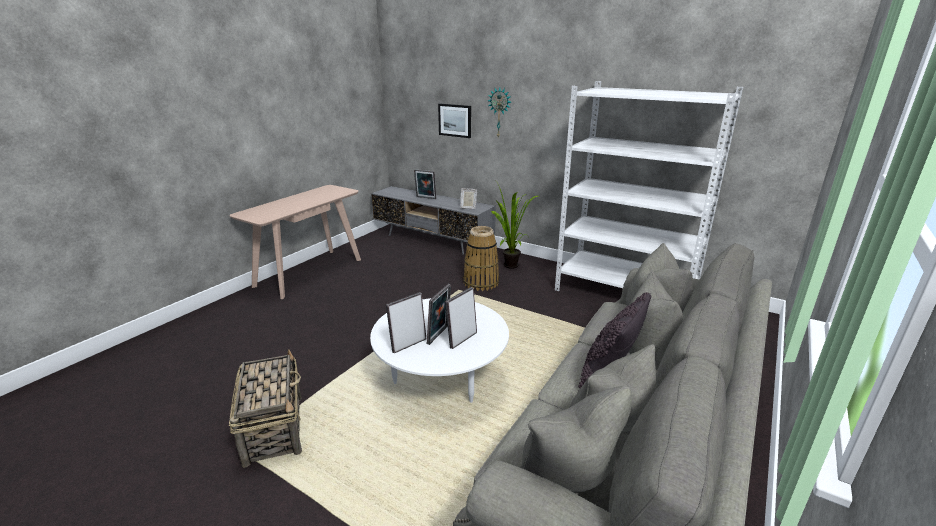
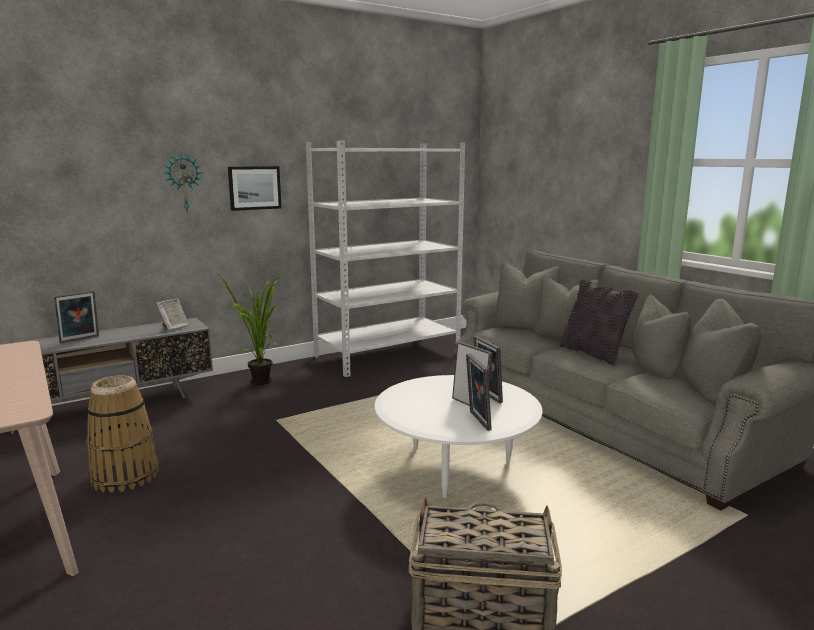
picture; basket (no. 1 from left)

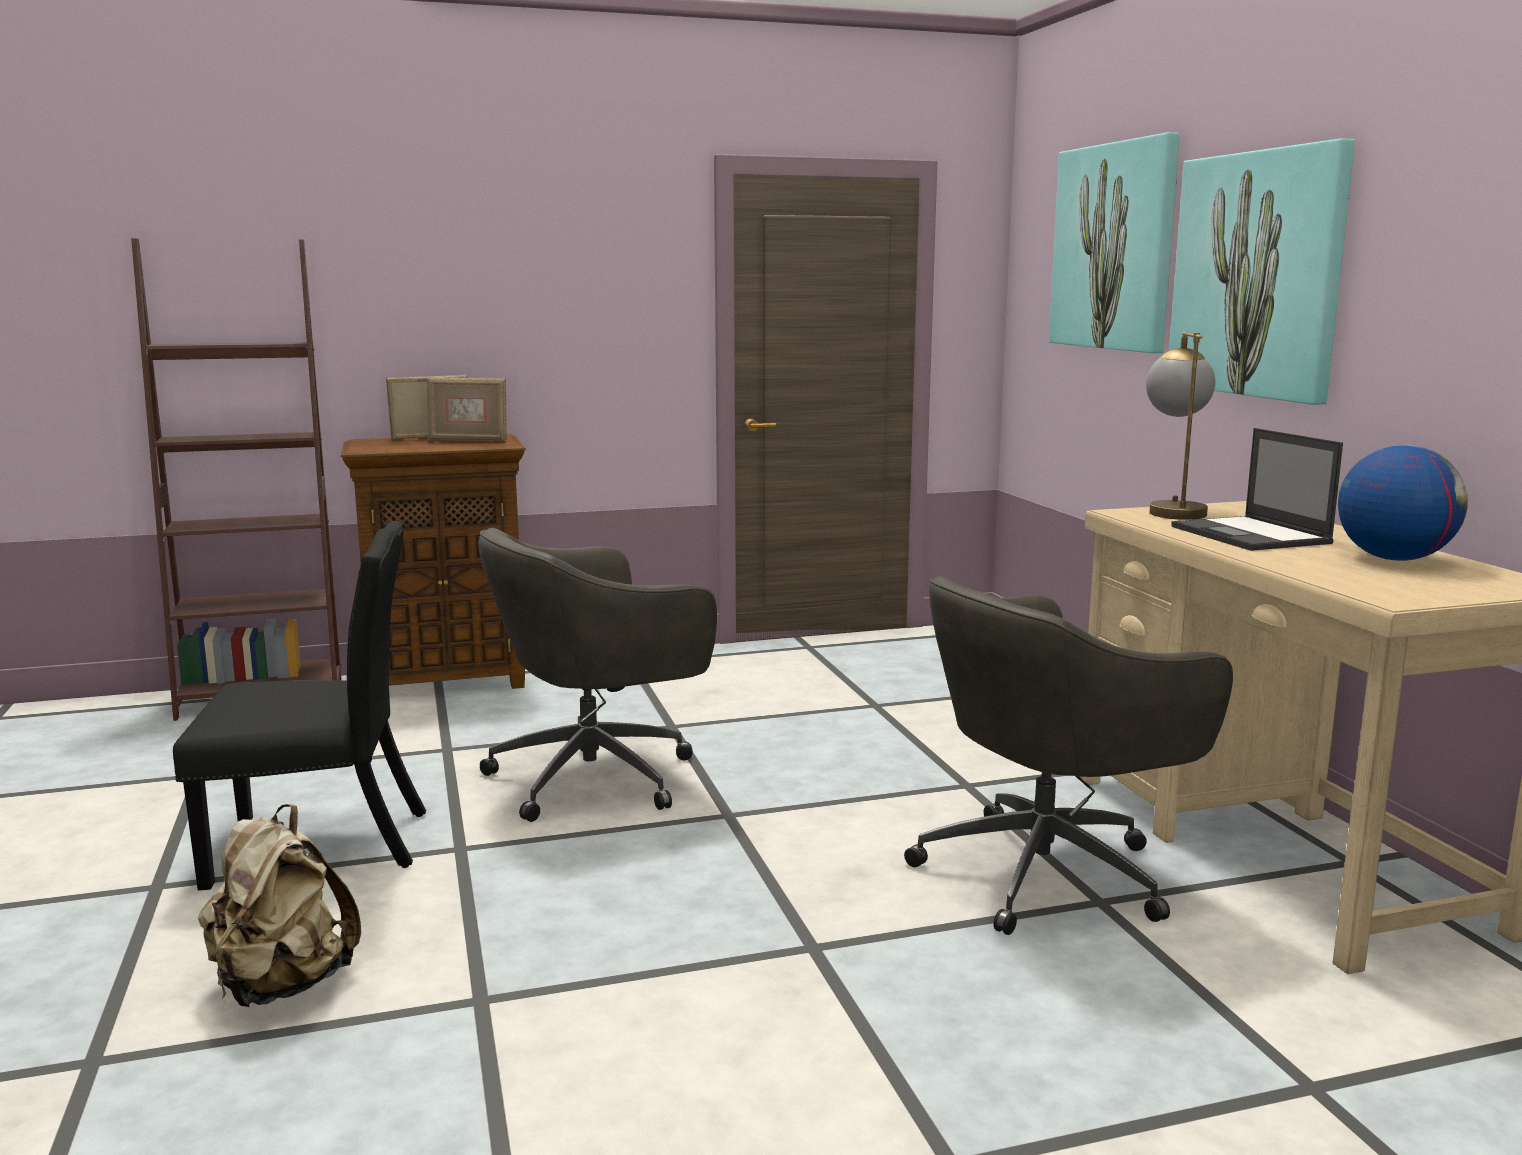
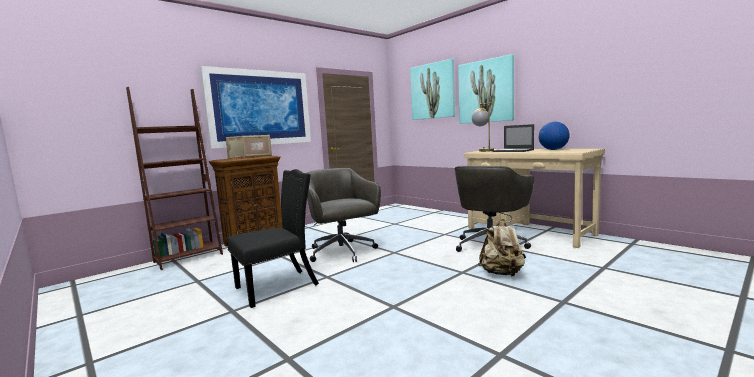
picture (no. 1 from left); beige backpack; grey office chair (no. 1 from left)

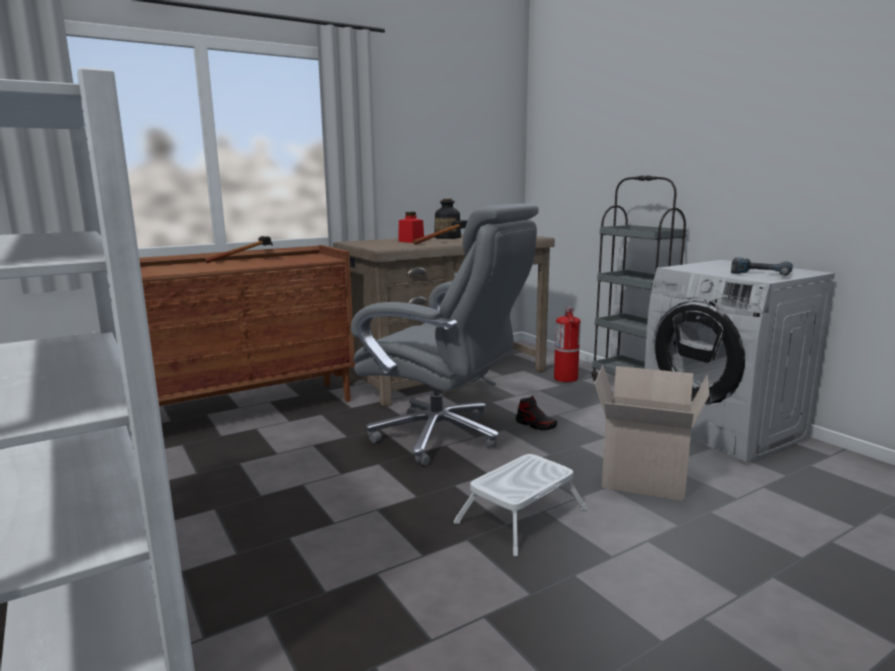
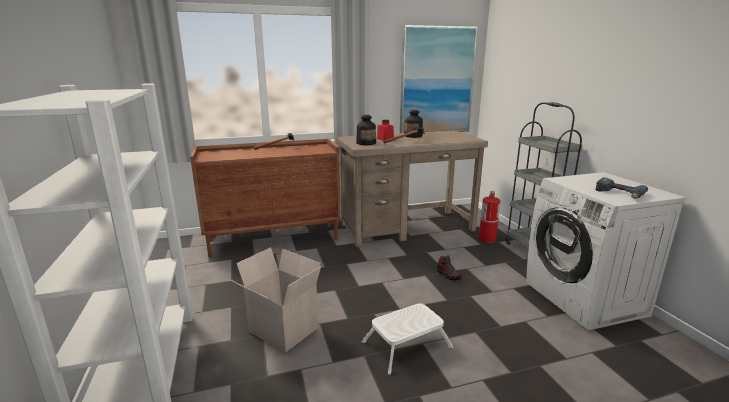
grey office chair; bottle (no. 1 from left); picture; cardboard box

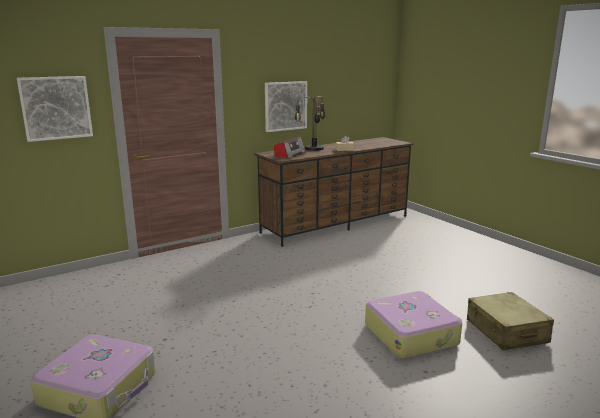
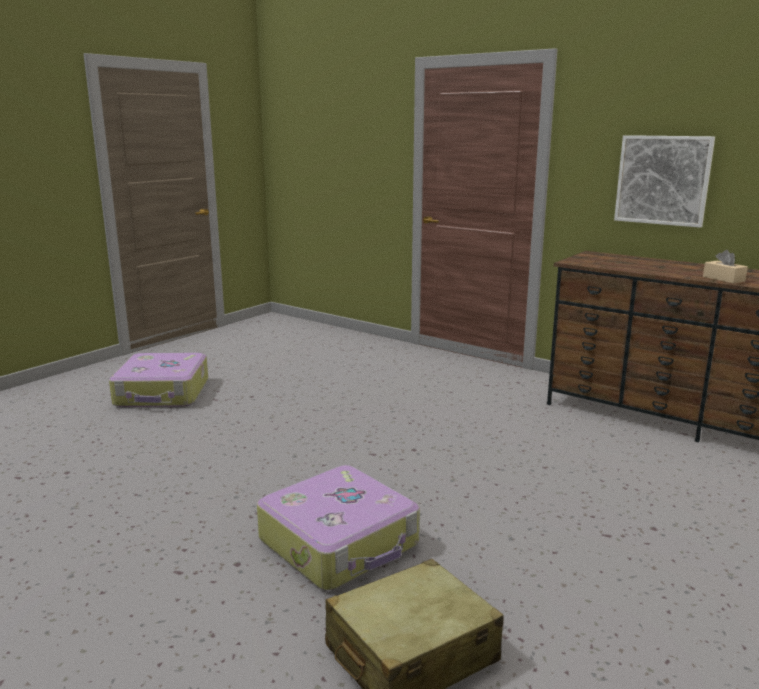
picture (no. 1 from left in the first image); radio; table lamp

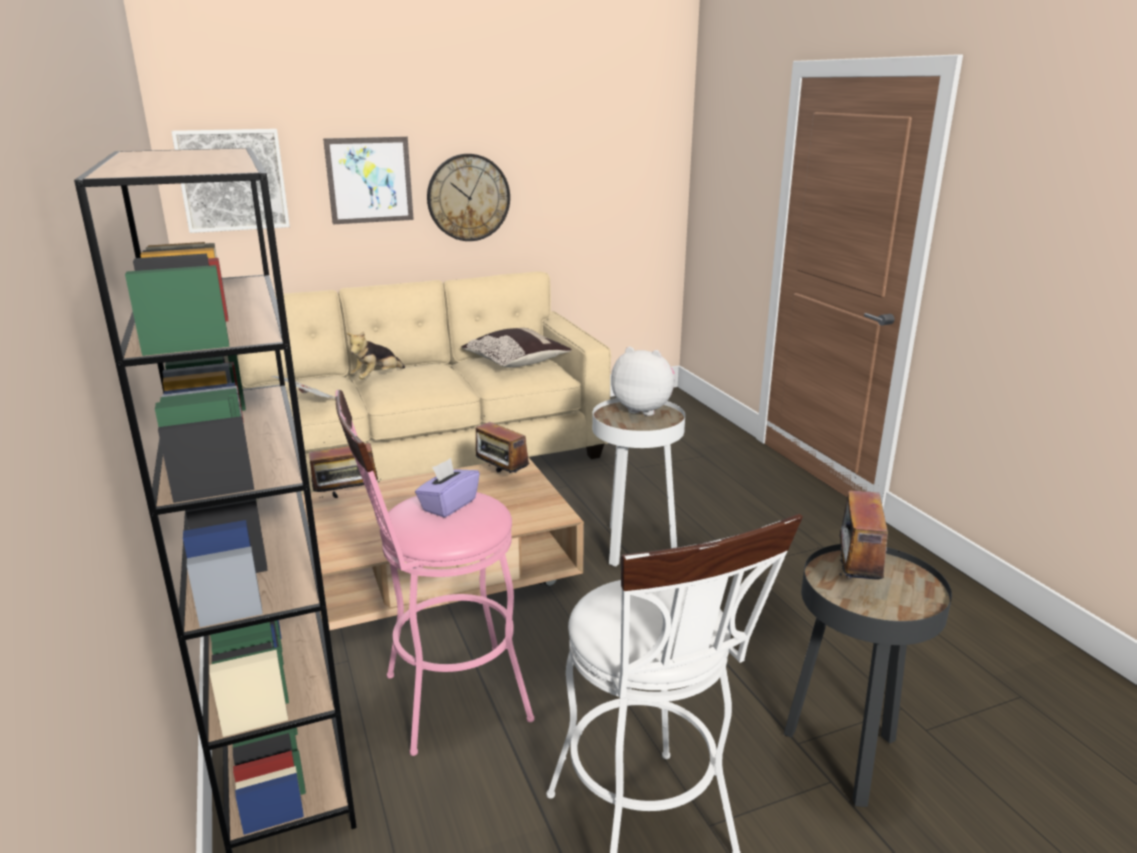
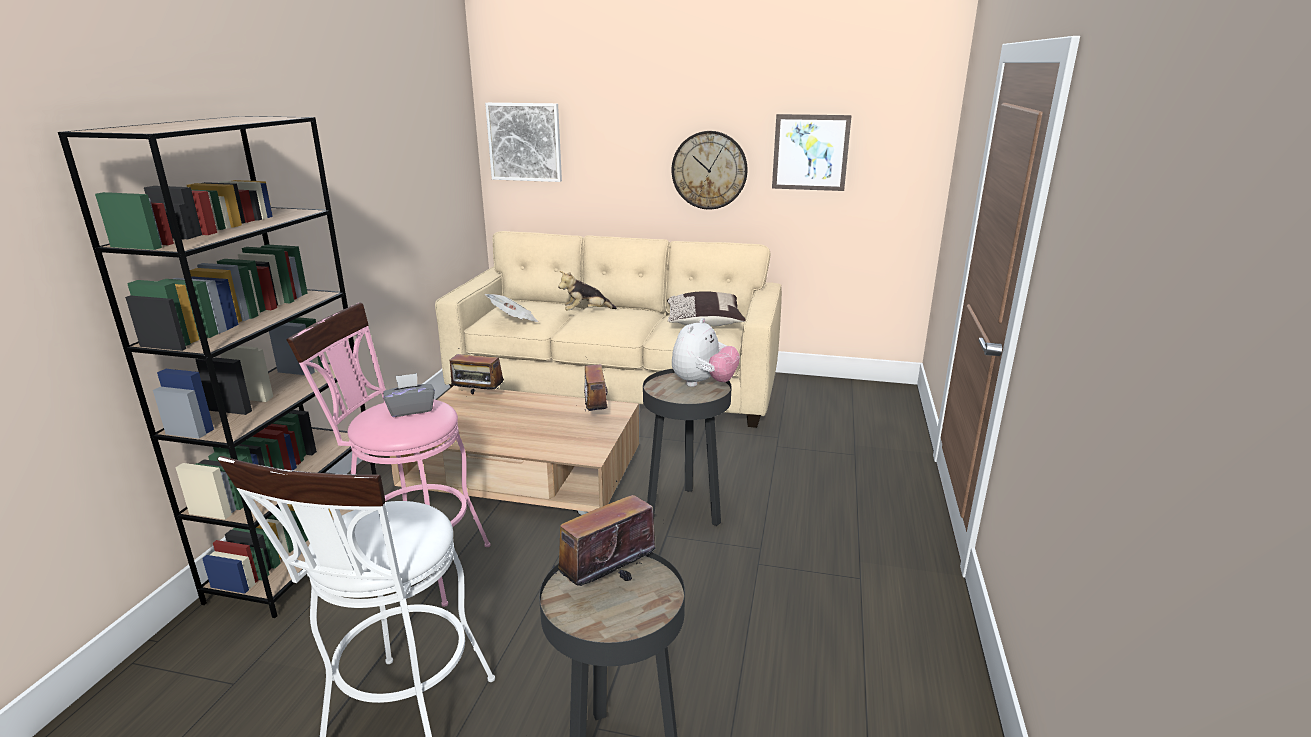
picture (no. 2 from left); grey tissue box; black side table (no. 2 from left); plush toy (no. 2 from left)

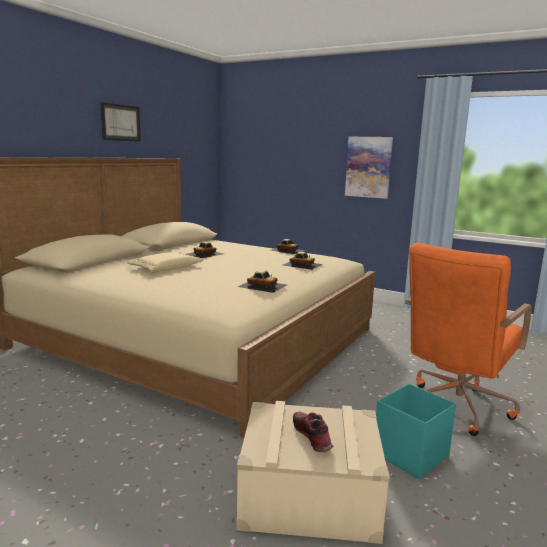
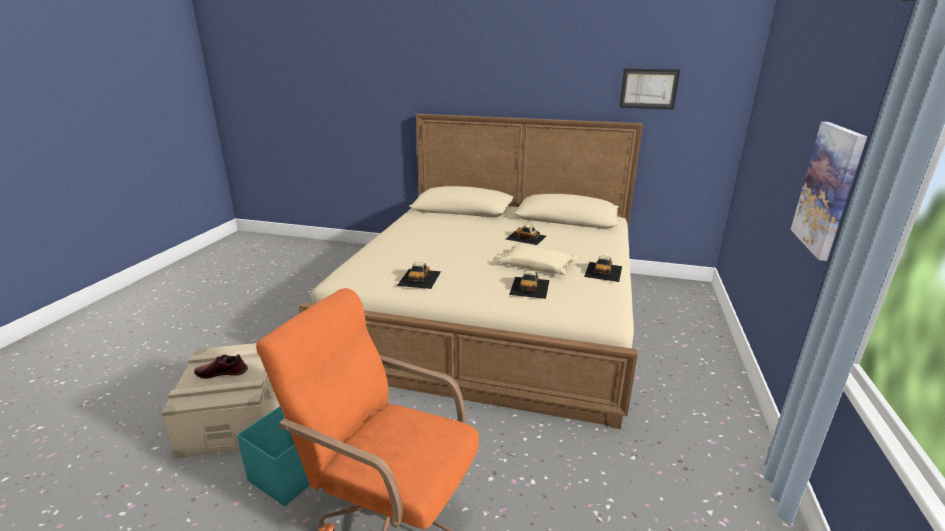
picture (no. 1 from left); beige pillow; shoe

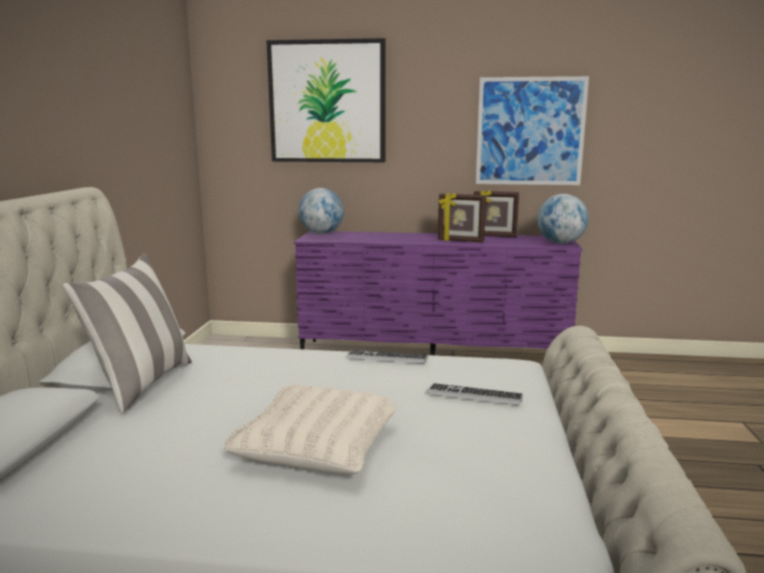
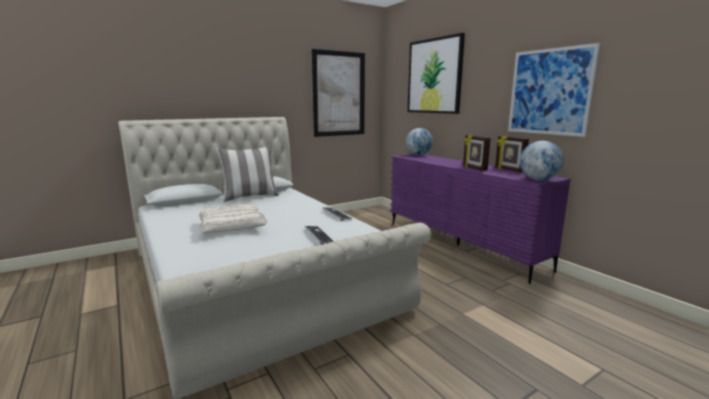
picture (no. 1 from left)

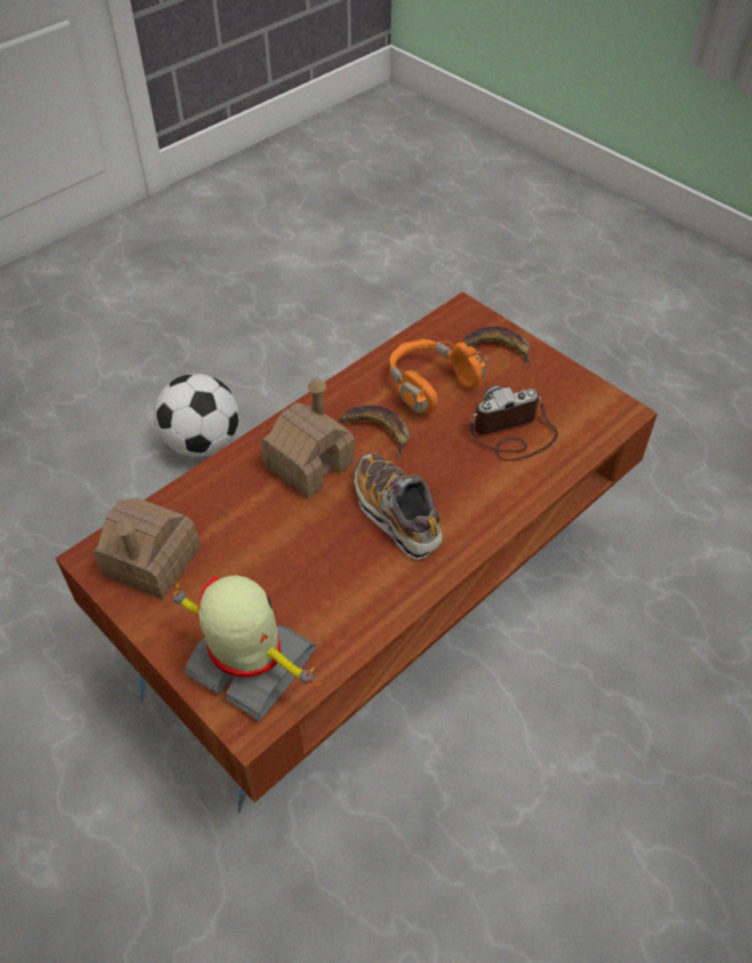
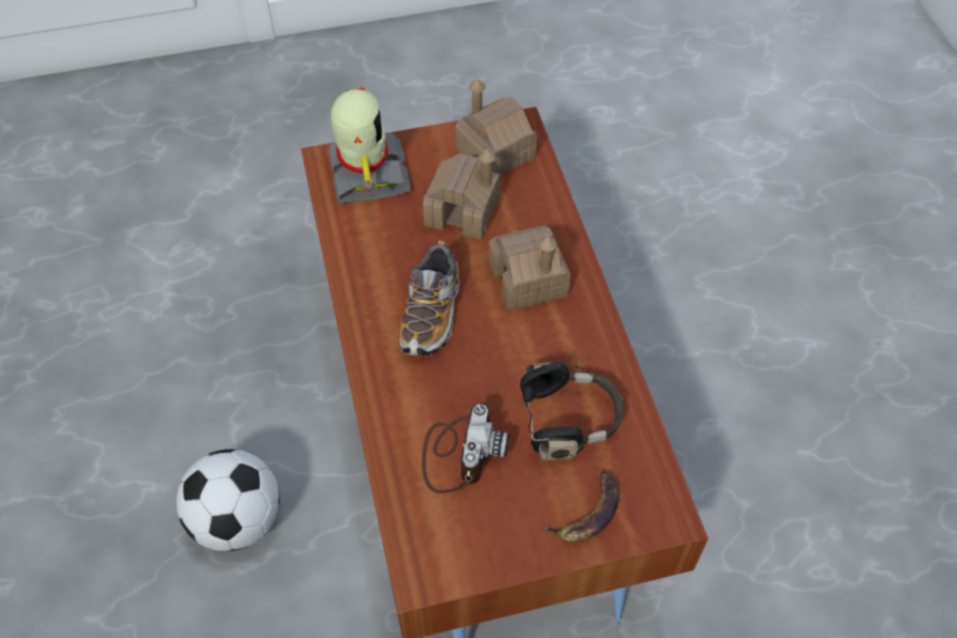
banana (no. 1 from left in the first image); toy house (no. 1 from left); football; black headphones; toy robot; shoe

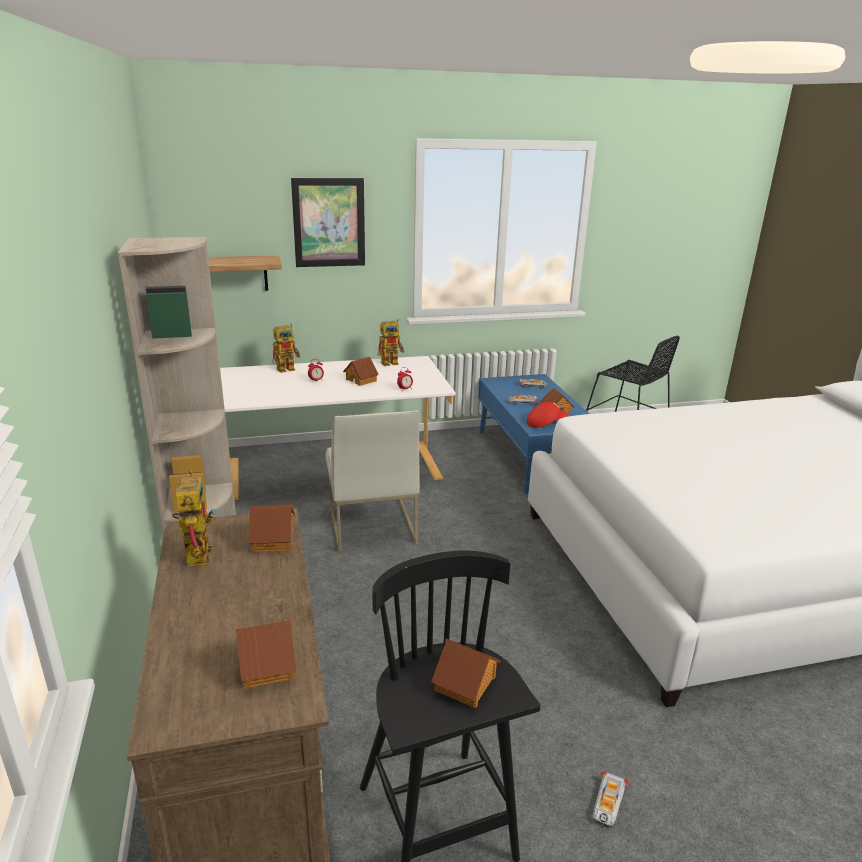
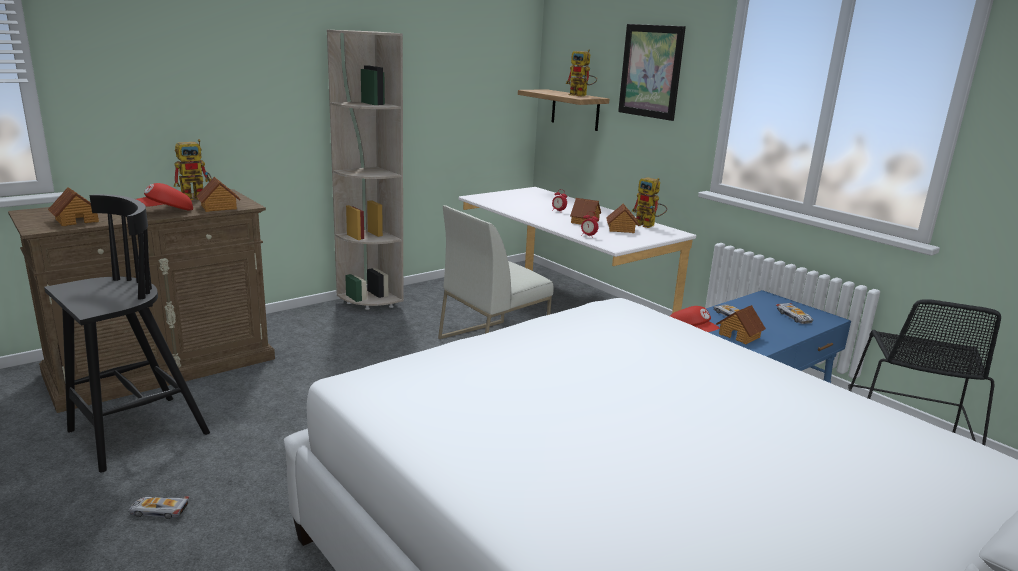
red cap (no. 1 from left); toy robot (no. 2 from left); toy house (no. 4 from left)

